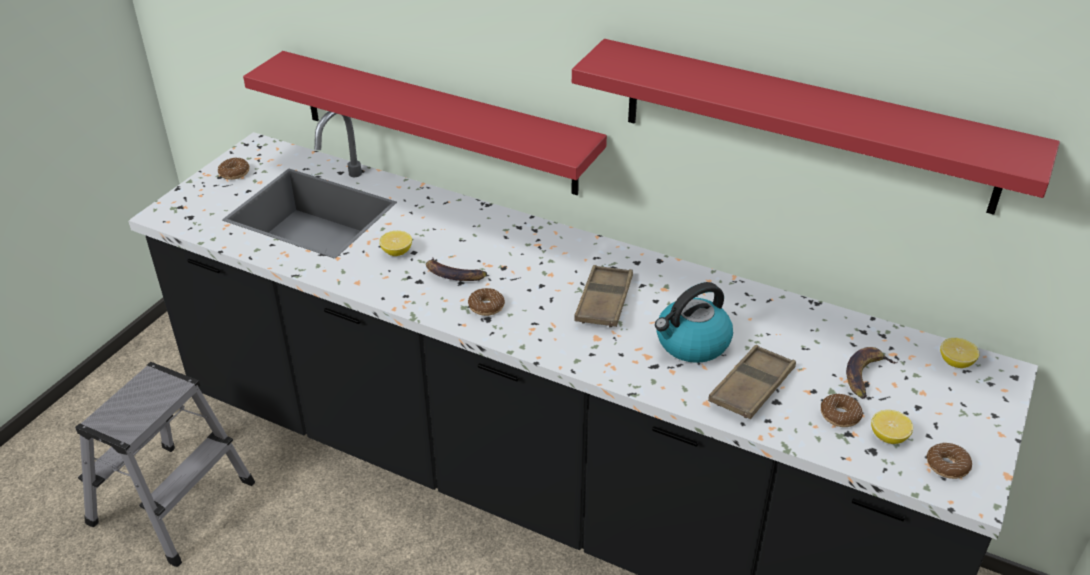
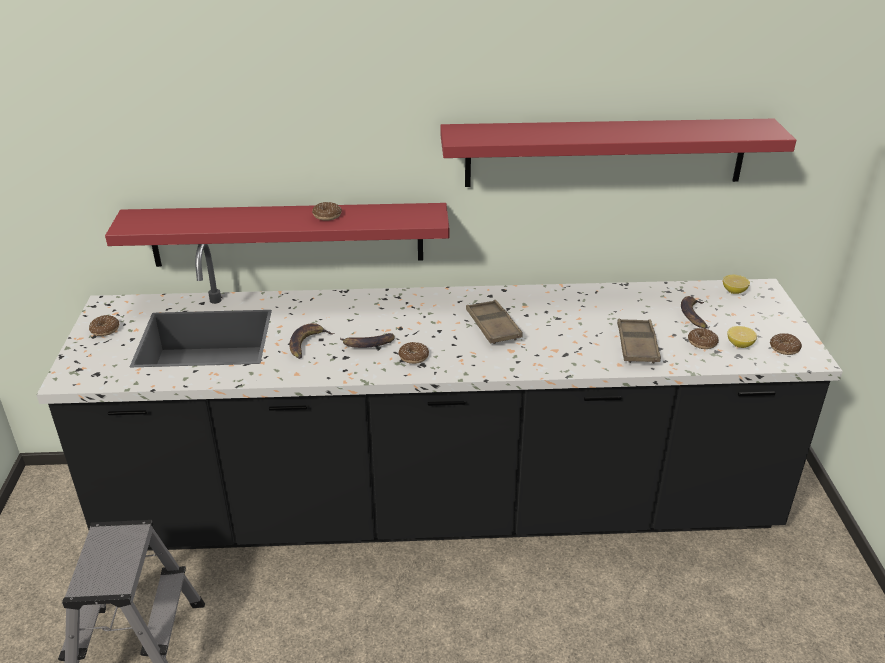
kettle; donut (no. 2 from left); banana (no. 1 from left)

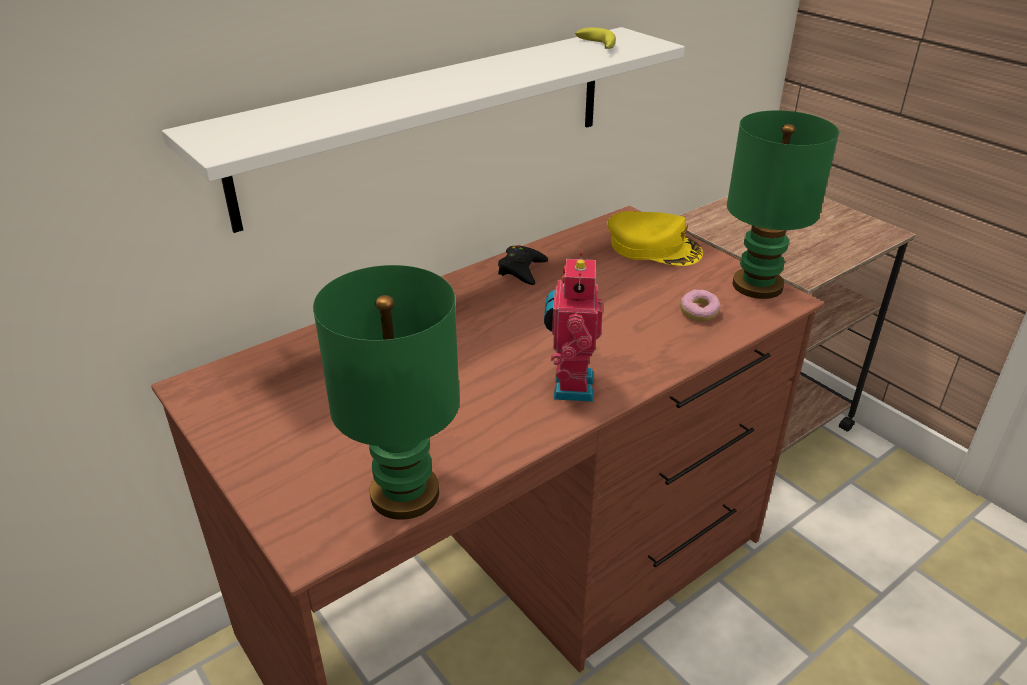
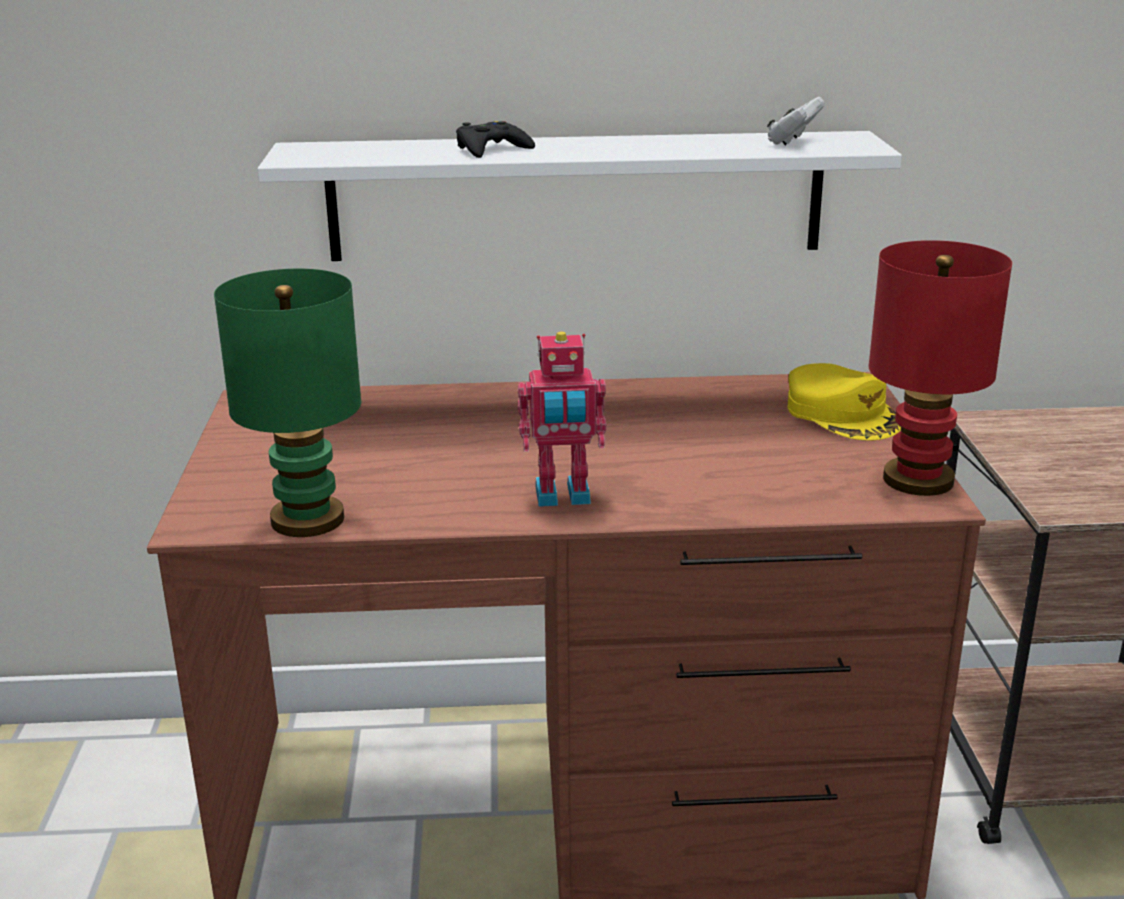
donut; black game controller; white game controller; red table lamp; toy robot

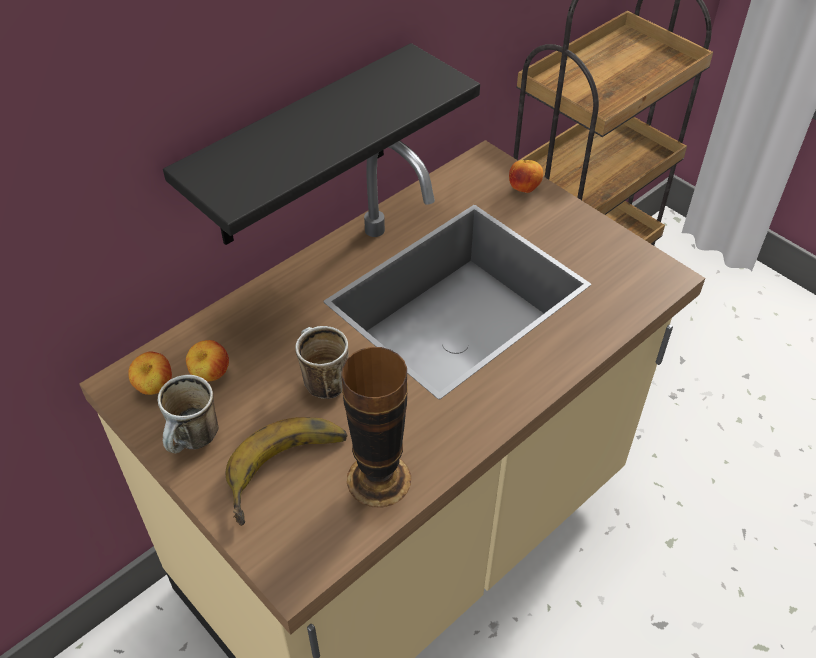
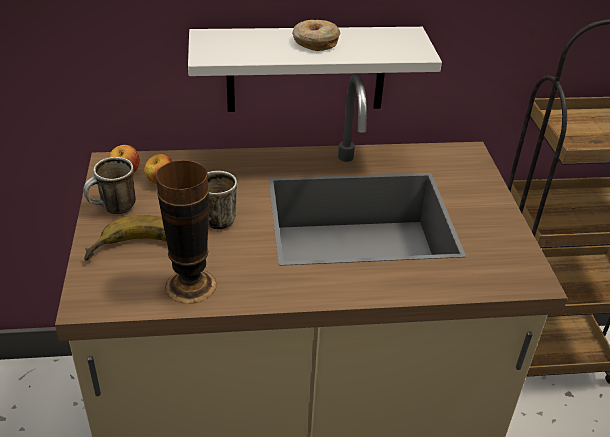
apple (no. 3 from left in the first image); donut; white shelf

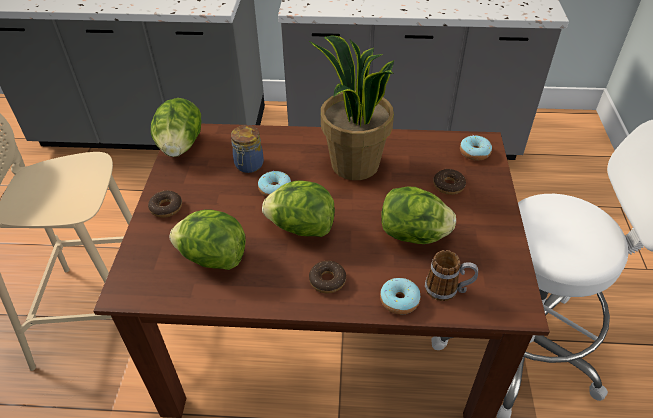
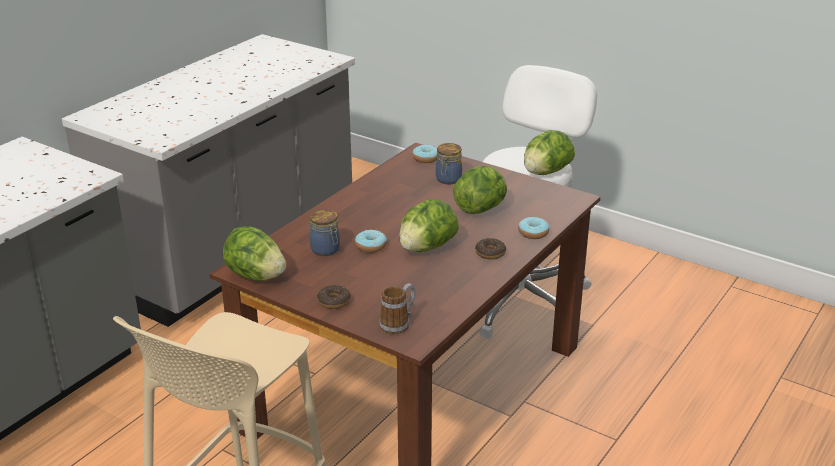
potted plant; lettuce (no. 4 from left); mug; jar (no. 2 from left)

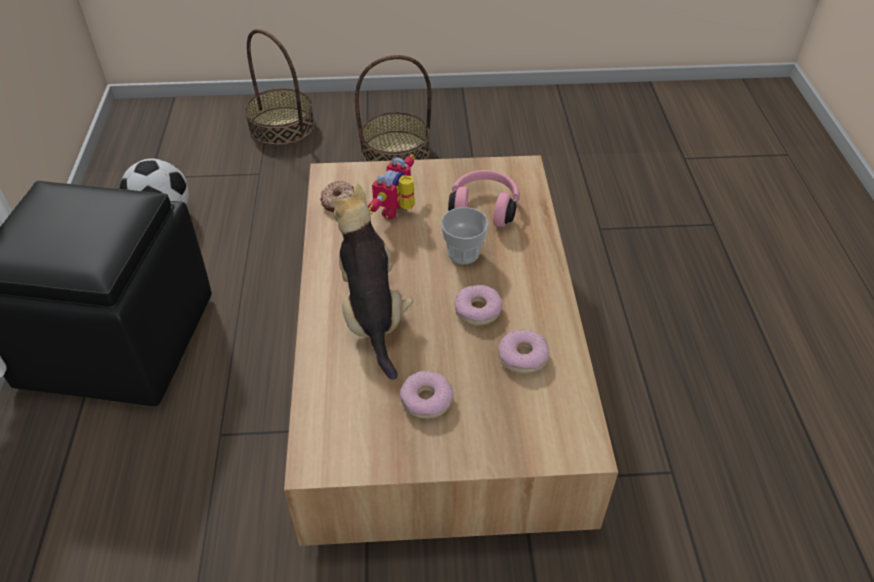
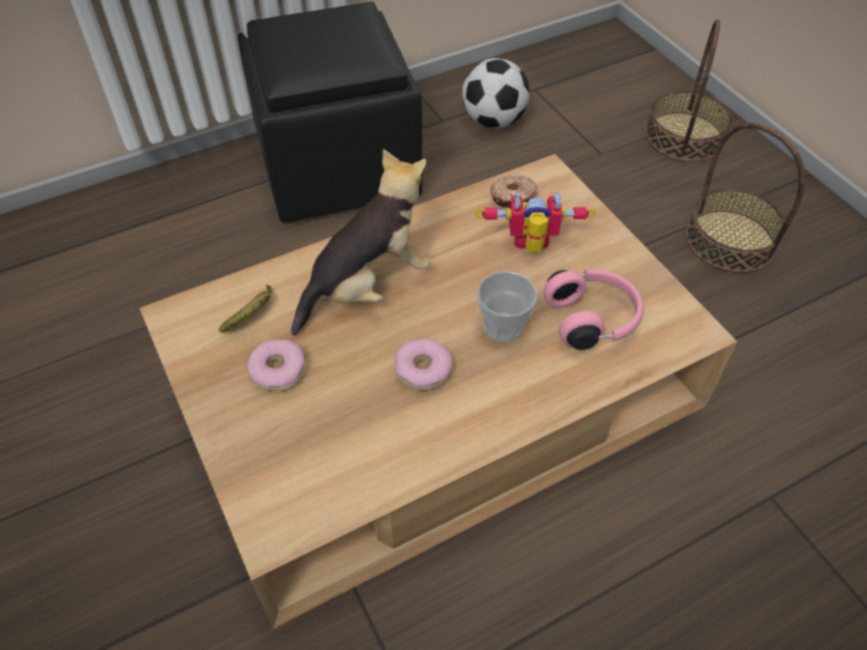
donut (no. 4 from left in the first image); banana

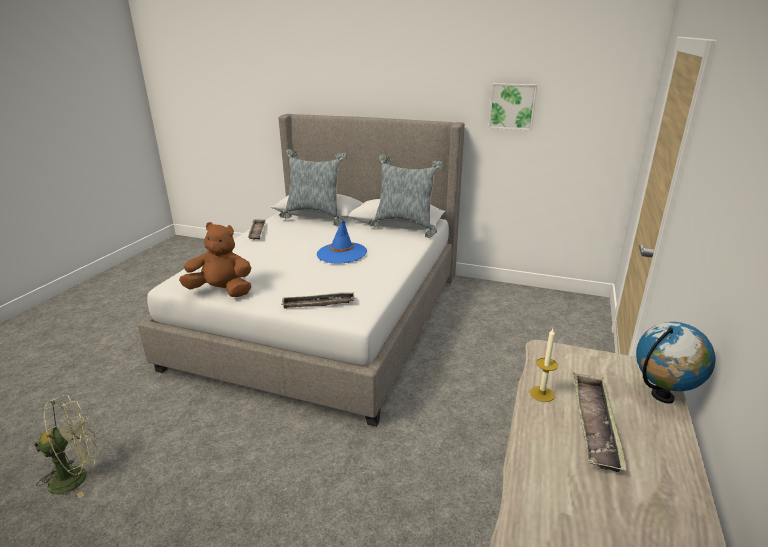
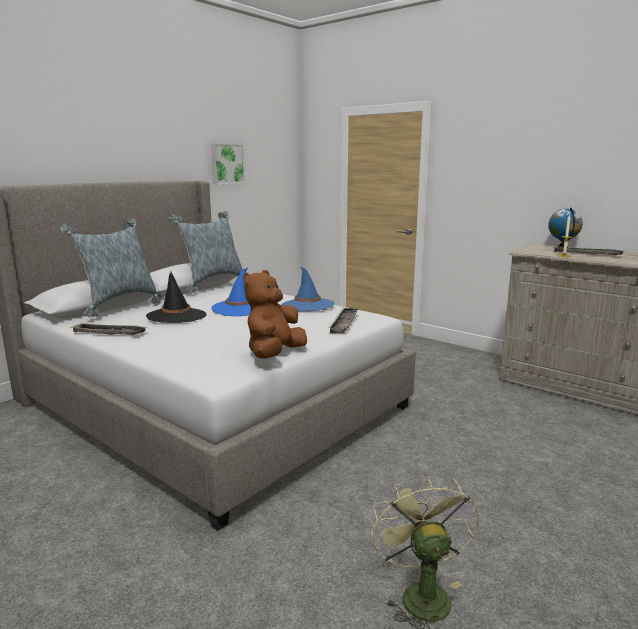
black hat; blue hat (no. 2 from left)

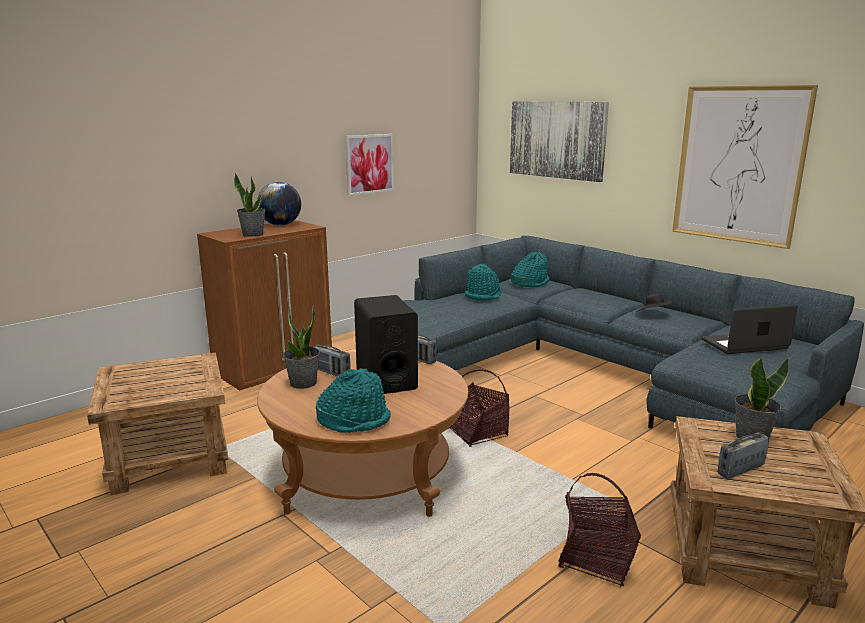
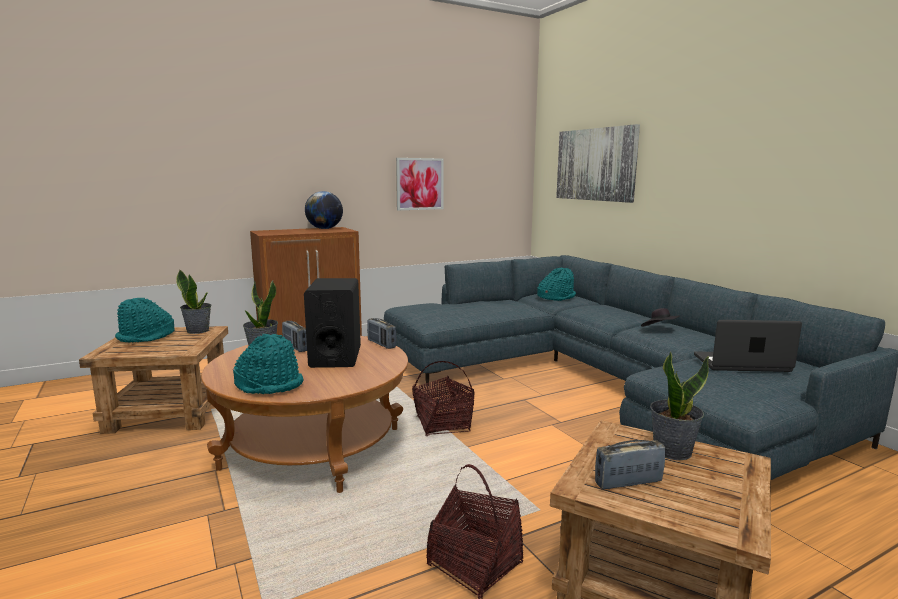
picture (no. 3 from left in the first image); potted plant (no. 1 from left); turquoise hat (no. 1 from left)

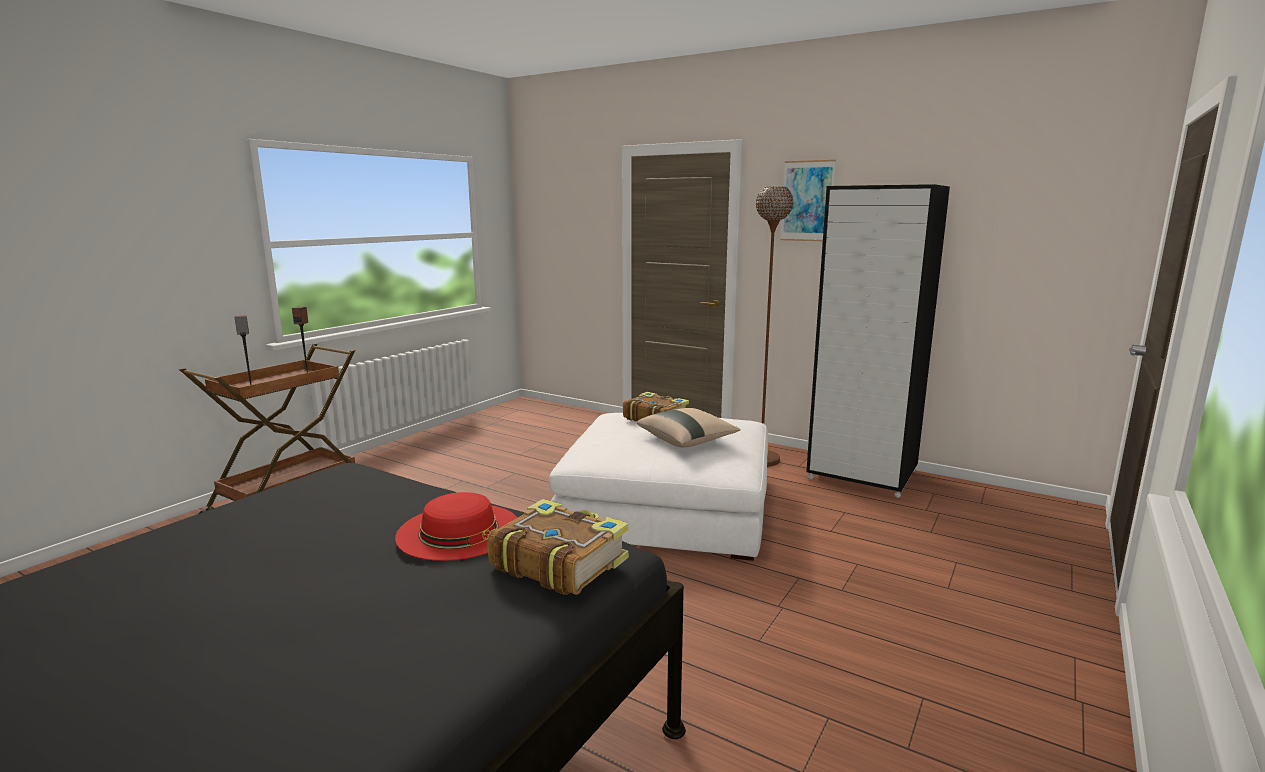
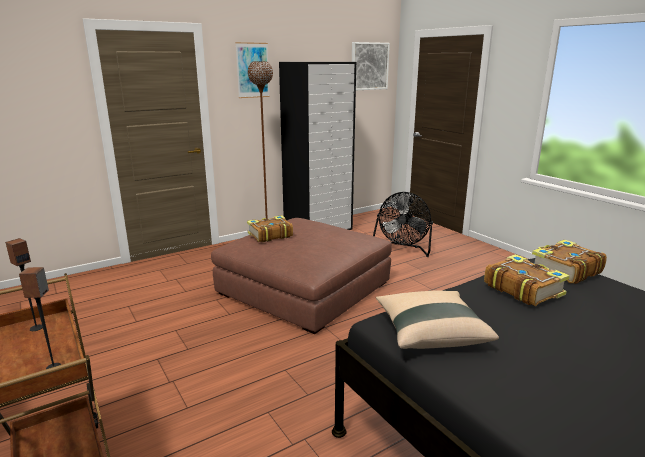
picture (no. 2 from left); black fan; beige pillow; book (no. 2 from left); brown ottoman

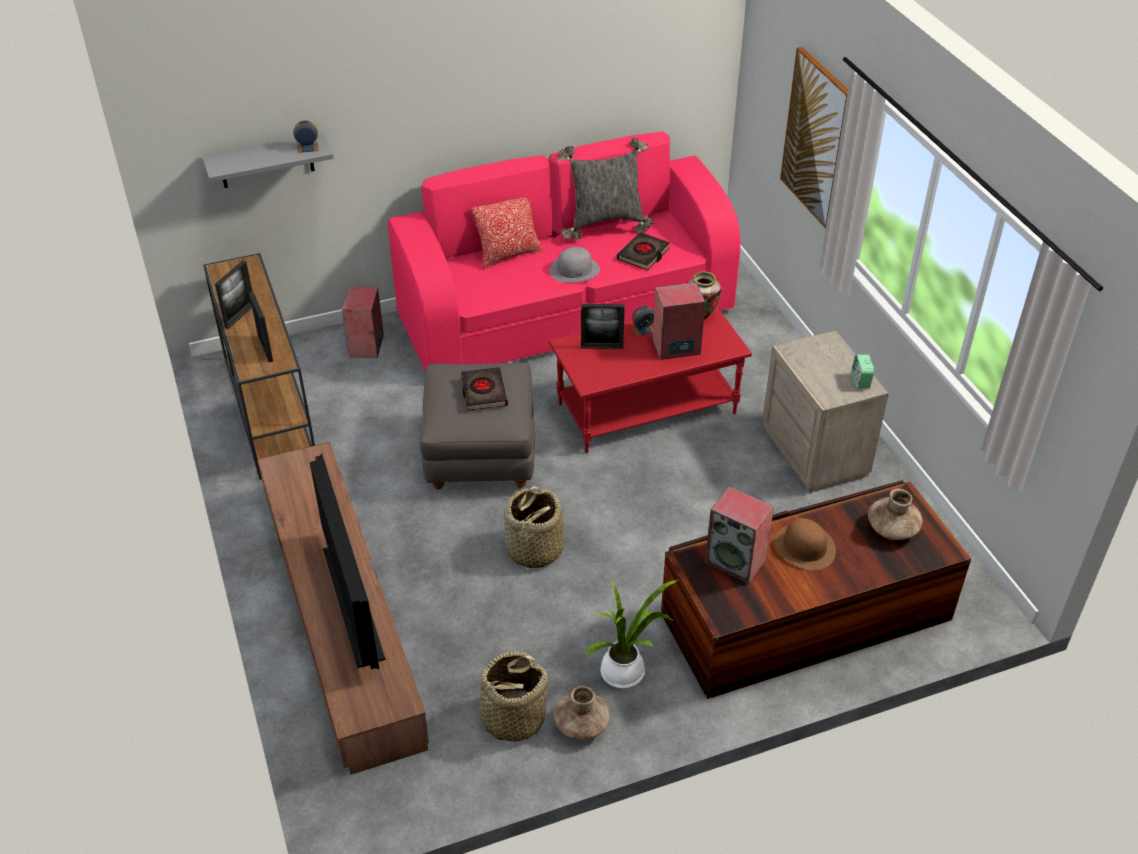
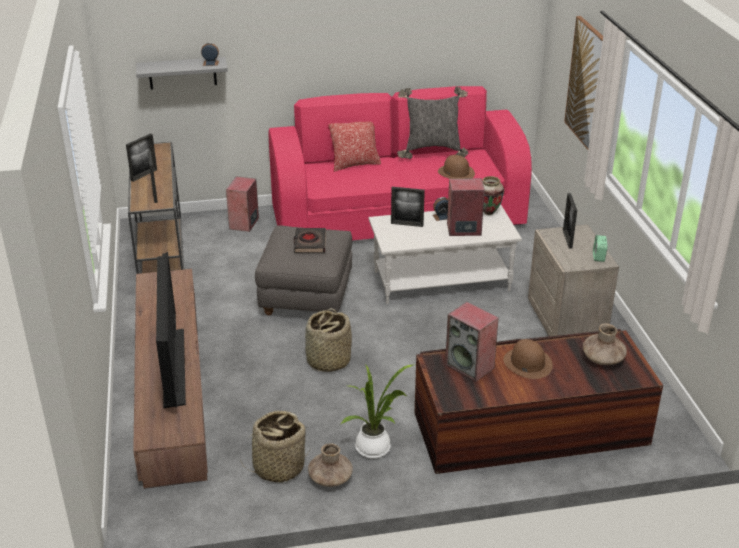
grey hat; picture frame (no. 4 from left); brown hat (no. 1 from left); white coffee table

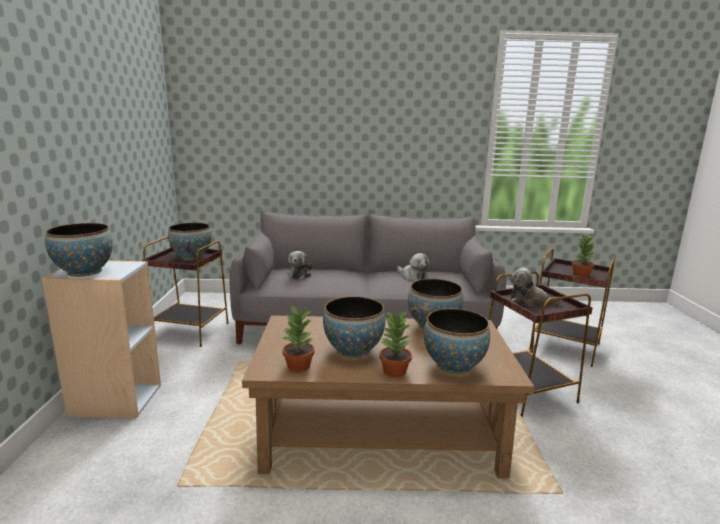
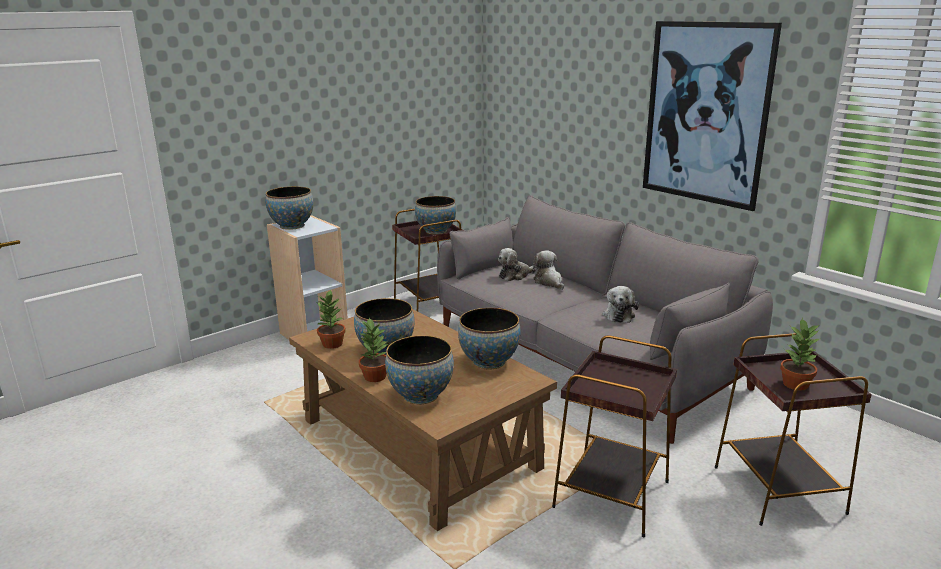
picture; plush toy (no. 2 from left)

